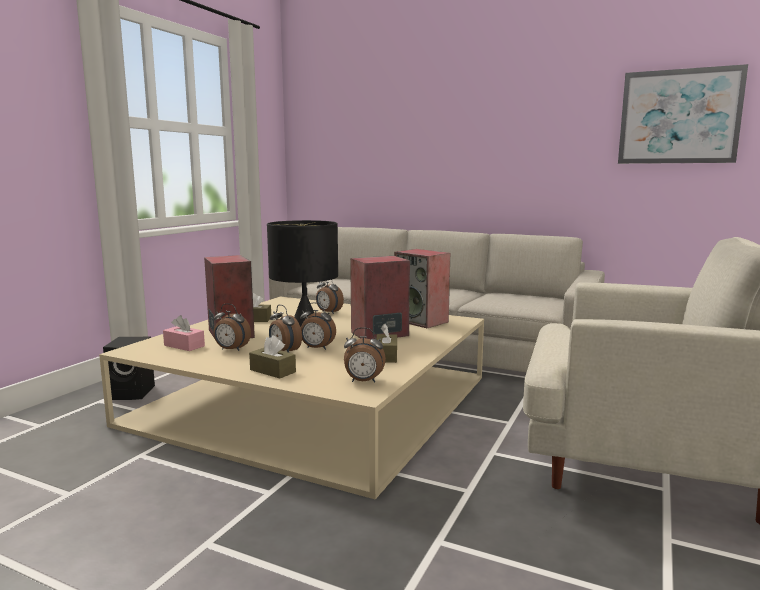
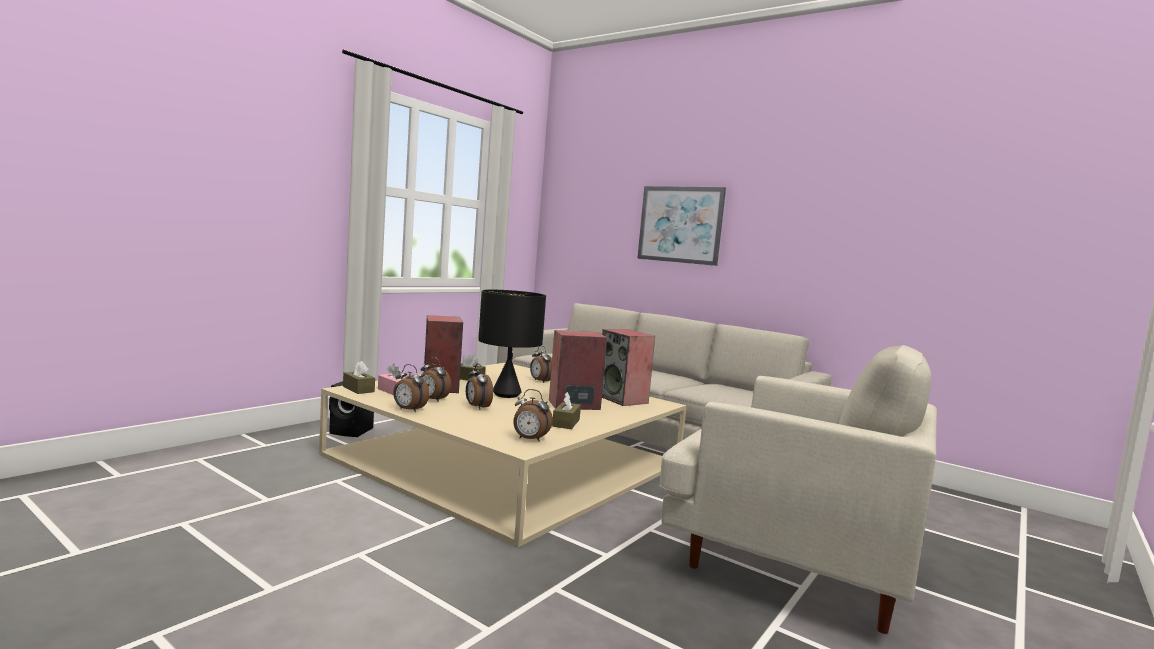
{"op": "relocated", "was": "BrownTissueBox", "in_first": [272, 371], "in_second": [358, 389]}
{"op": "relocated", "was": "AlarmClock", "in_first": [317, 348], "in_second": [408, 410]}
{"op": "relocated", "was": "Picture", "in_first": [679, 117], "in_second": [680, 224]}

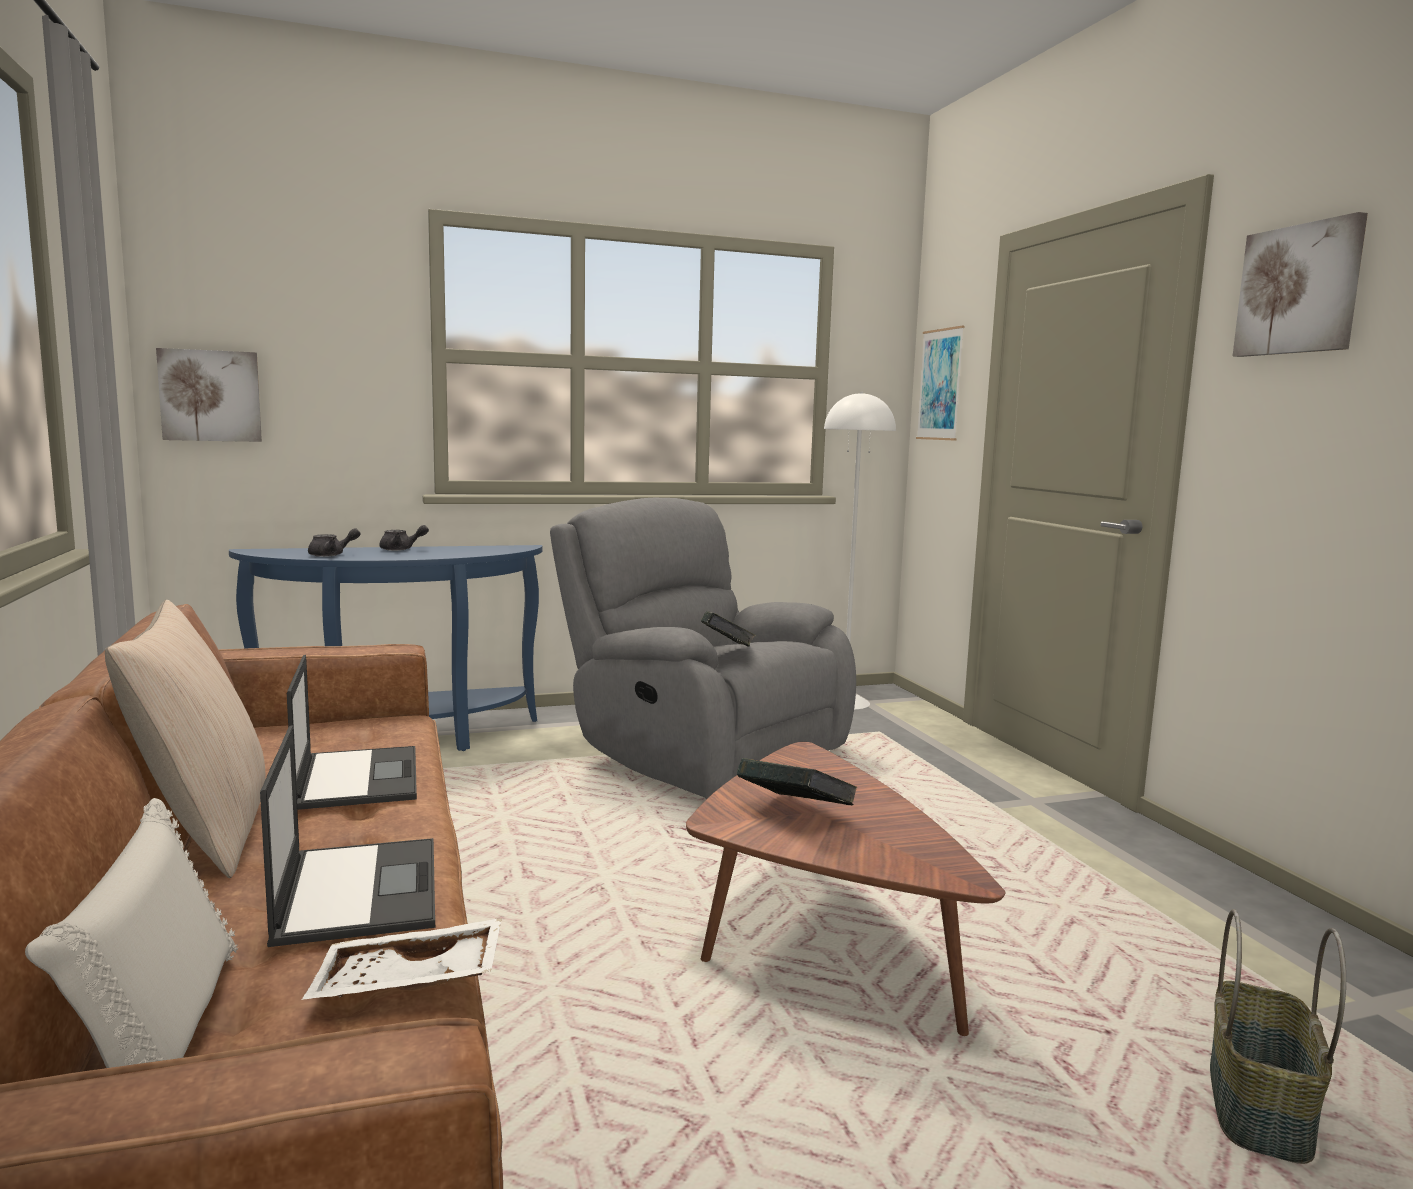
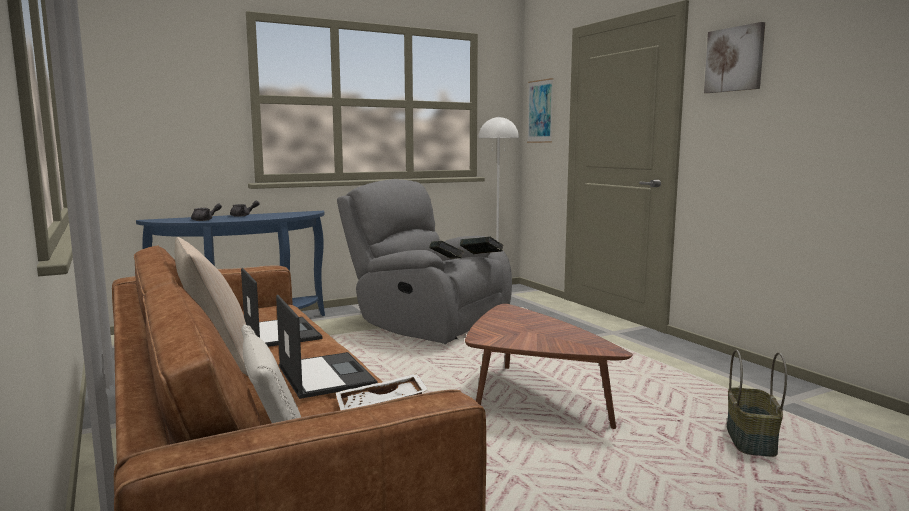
{"op": "missing", "was": "Picture", "in_first": [210, 396]}
{"op": "relocated", "was": "Book", "in_first": [794, 813], "in_second": [481, 257]}

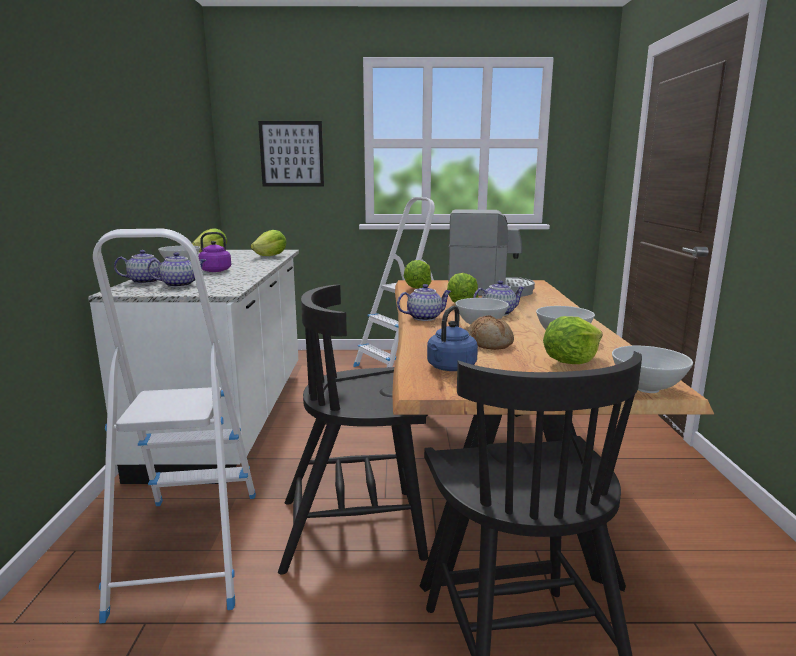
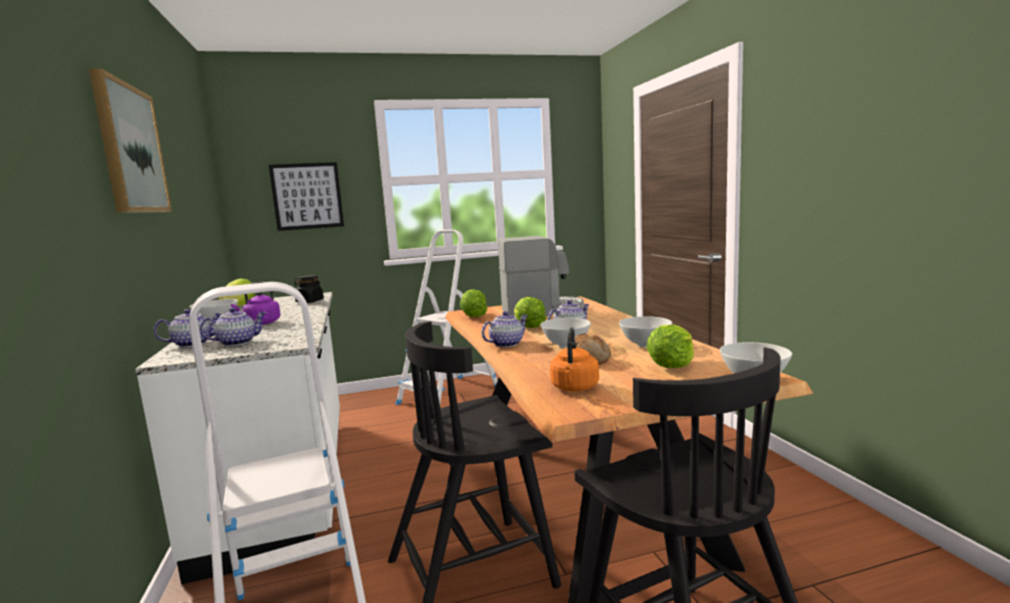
{"op": "exchanged", "was": "Lettuce", "now": "BlackJar", "in_first": [271, 256], "in_second": [309, 301]}
{"op": "colour", "was": "BlueKettle", "now": "OrangeKettle", "in_first": [450, 368], "in_second": [574, 388]}
{"op": "appeared", "now": "Picture", "in_second": [130, 149]}

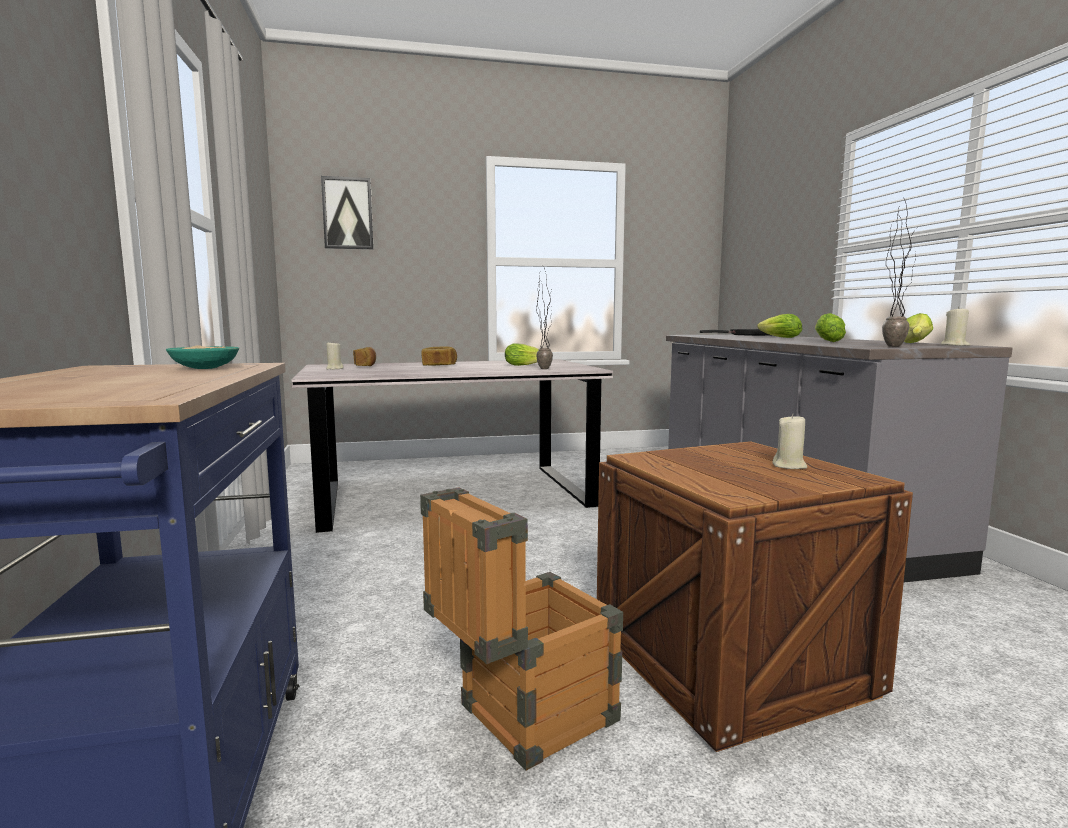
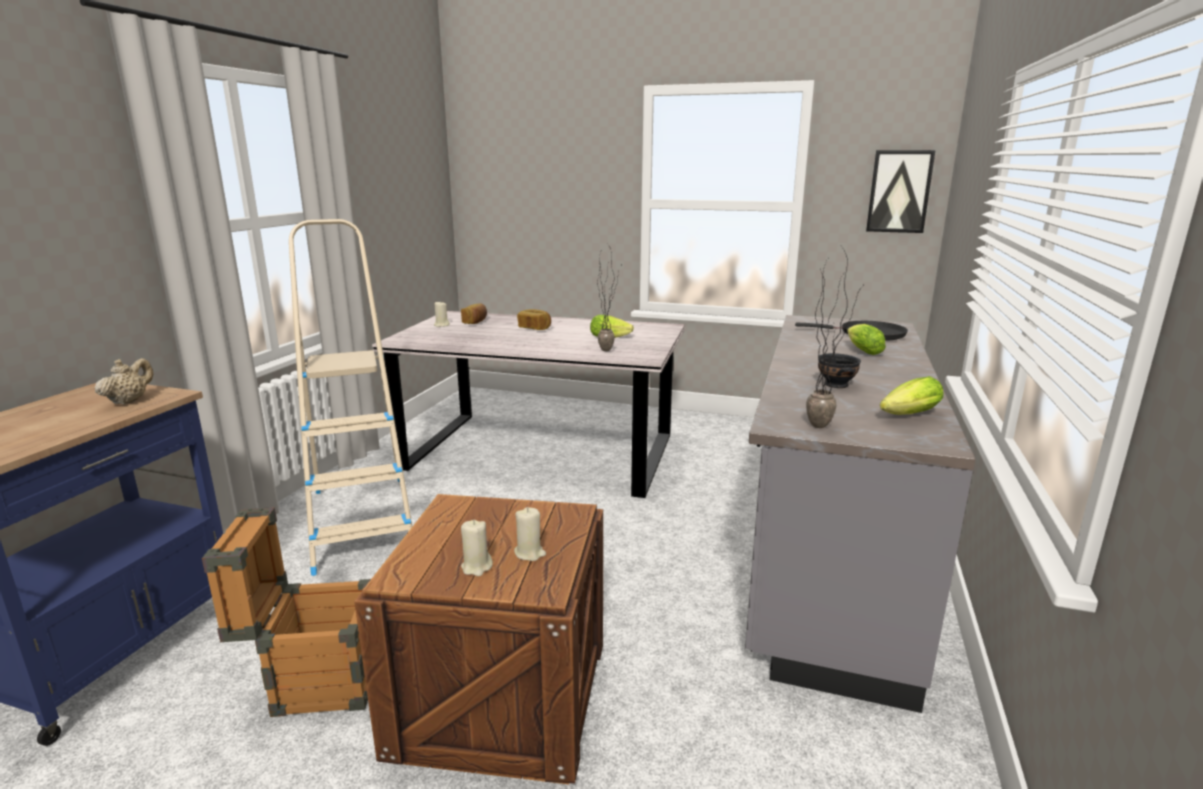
{"op": "exchanged", "was": "TurquoiseBowl", "now": "BeigeTeapot", "in_first": [204, 368], "in_second": [129, 401]}
{"op": "relocated", "was": "Picture", "in_first": [348, 213], "in_second": [899, 191]}
{"op": "exchanged", "was": "Lettuce", "now": "BlackBowl", "in_first": [826, 341], "in_second": [836, 385]}
{"op": "relocated", "was": "BeigeCandle", "in_first": [954, 345], "in_second": [476, 567]}
{"op": "appeared", "now": "BeigeStepLadder", "in_second": [362, 521]}

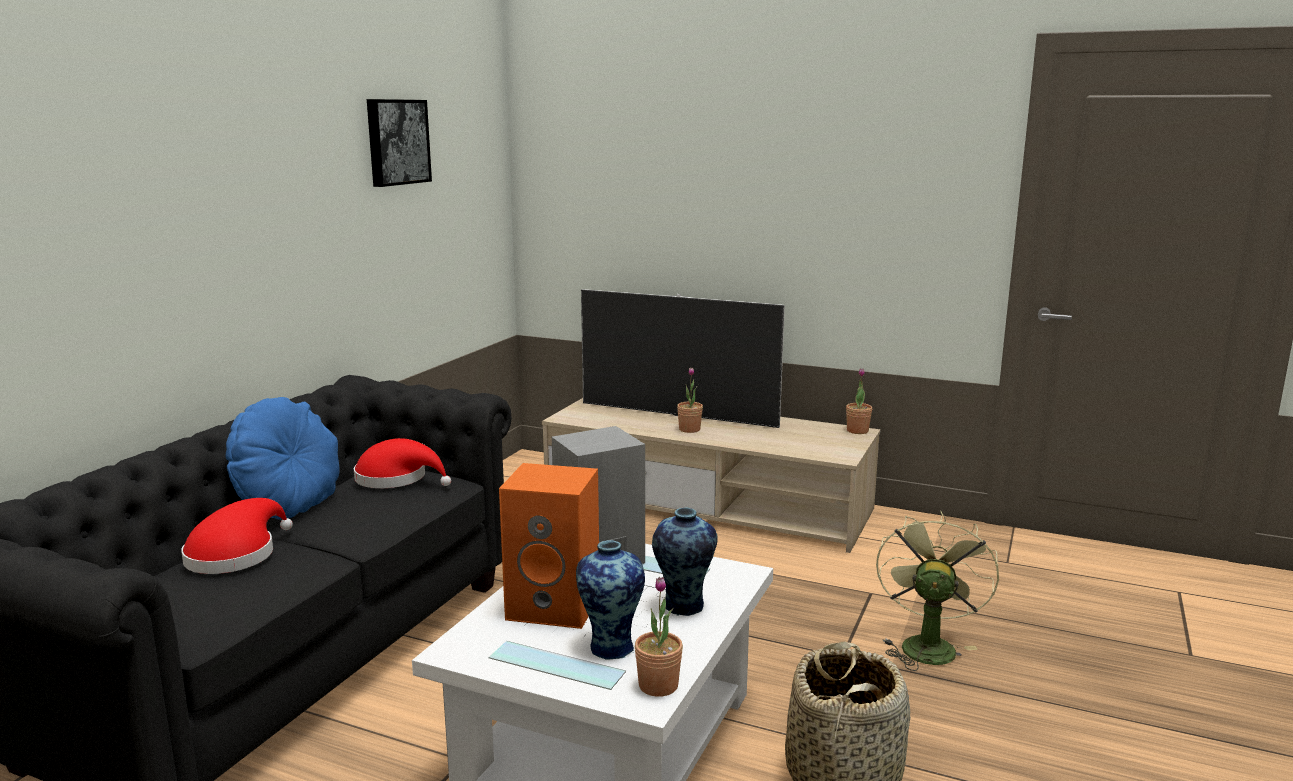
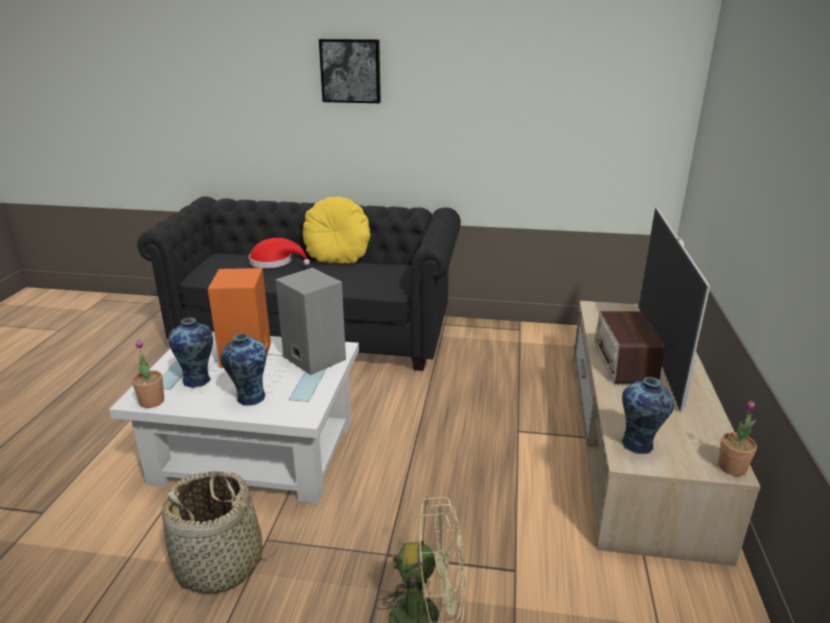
{"op": "colour", "was": "BluePillow", "now": "YellowPillow", "in_first": [290, 509], "in_second": [338, 260]}
{"op": "missing", "was": "RedHat", "in_first": [396, 479]}
{"op": "relocated", "was": "Picture", "in_first": [396, 142], "in_second": [351, 71]}
{"op": "exchanged", "was": "PottedPlant", "now": "Radio", "in_first": [689, 429], "in_second": [624, 363]}
{"op": "appeared", "now": "Vase", "in_second": [639, 445]}

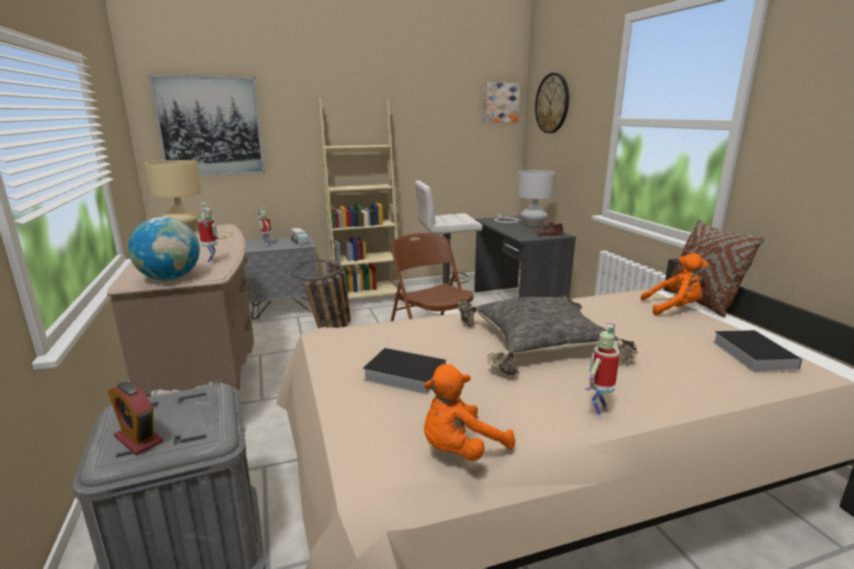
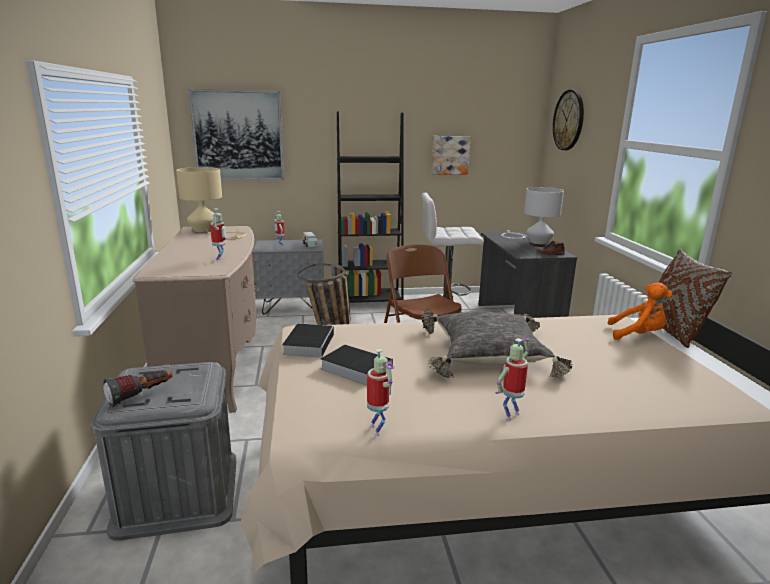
{"op": "exchanged", "was": "AlarmClock", "now": "Flashlight", "in_first": [139, 439], "in_second": [141, 396]}
{"op": "missing", "was": "Globe", "in_first": [170, 278]}
{"op": "colour", "was": "BeigeBookcase", "now": "BlackBookcase", "in_first": [365, 298], "in_second": [370, 303]}
{"op": "exchanged", "was": "OrangePlushToy", "now": "ToyRobot", "in_first": [460, 450], "in_second": [378, 430]}
{"op": "relocated", "was": "Picture", "in_first": [500, 102], "in_second": [450, 155]}
{"op": "relocated", "was": "Book", "in_first": [750, 353], "in_second": [309, 343]}

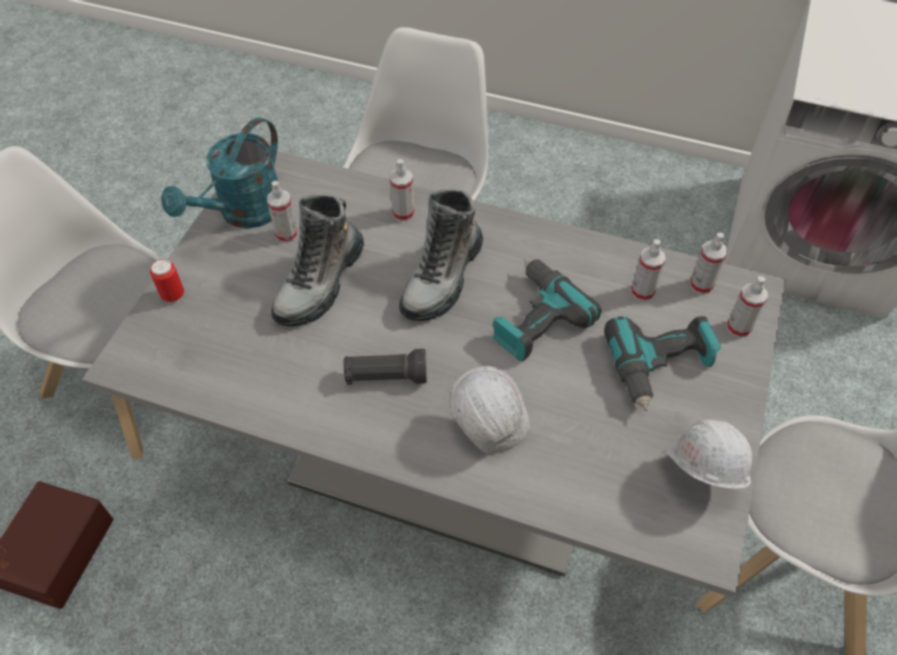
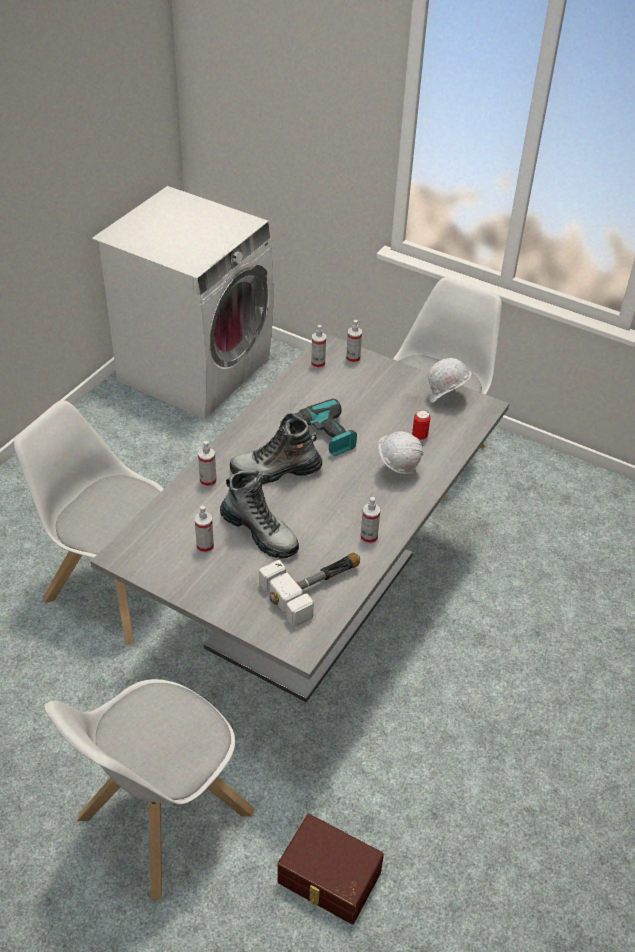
{"op": "relocated", "was": "Can", "in_first": [173, 295], "in_second": [419, 436]}
{"op": "missing", "was": "TurquoiseWateringCan", "in_first": [243, 213]}
{"op": "missing", "was": "BlackFlashlight", "in_first": [385, 376]}
{"op": "spun", "was": "Boot", "in_first": [442, 278], "in_second": [275, 471], "clockwise": 135}
{"op": "missing", "was": "PowerDrill", "in_first": [660, 367]}
{"op": "relocated", "was": "SprayBottle", "in_first": [642, 292], "in_second": [369, 537]}
{"op": "appeared", "now": "Hammer", "in_second": [315, 586]}

